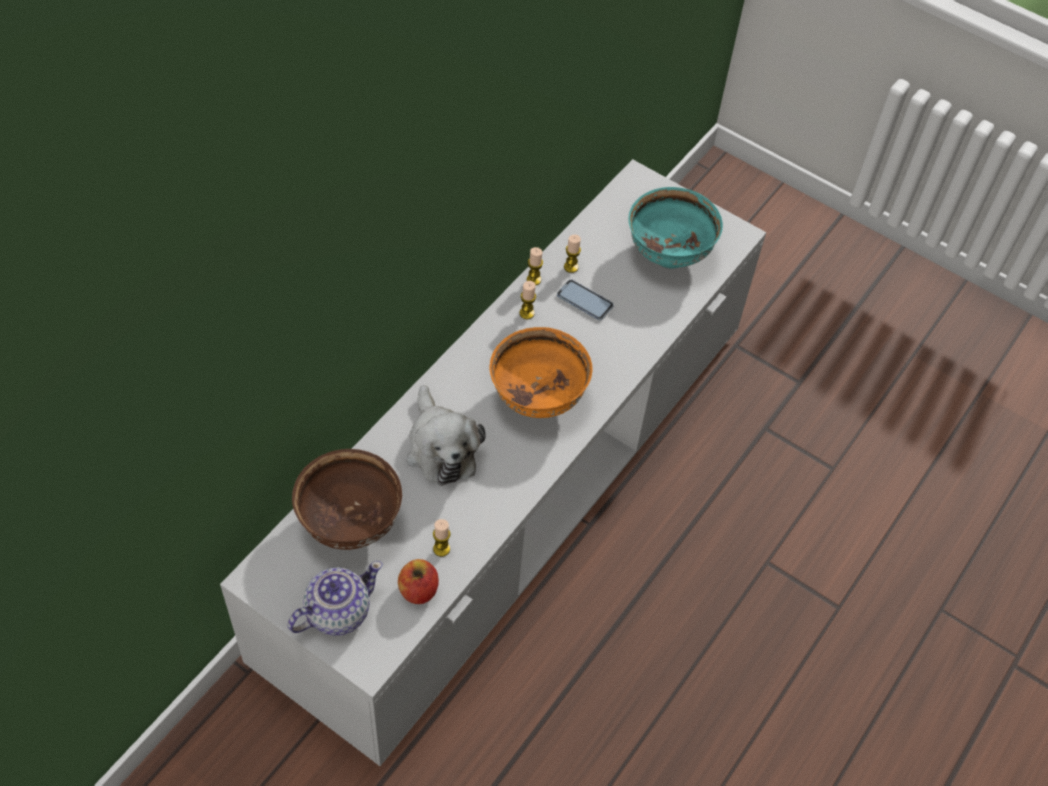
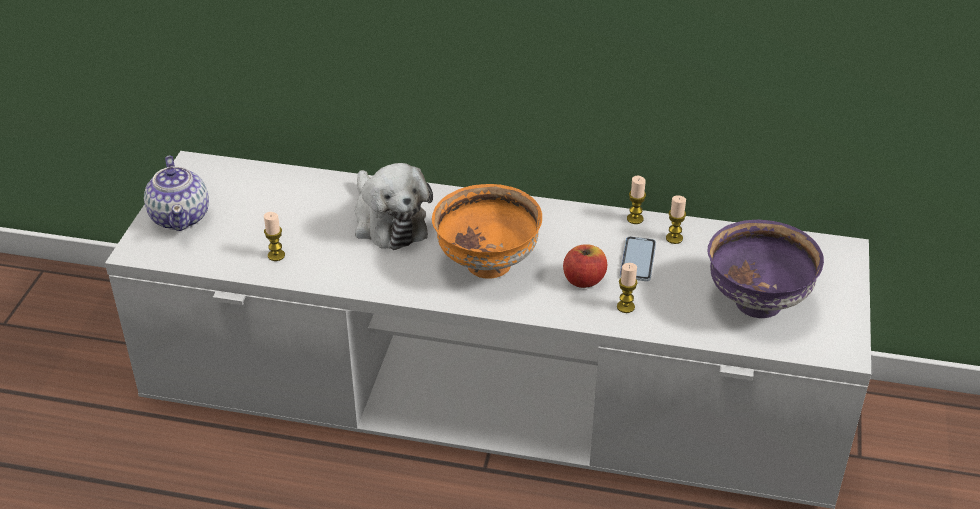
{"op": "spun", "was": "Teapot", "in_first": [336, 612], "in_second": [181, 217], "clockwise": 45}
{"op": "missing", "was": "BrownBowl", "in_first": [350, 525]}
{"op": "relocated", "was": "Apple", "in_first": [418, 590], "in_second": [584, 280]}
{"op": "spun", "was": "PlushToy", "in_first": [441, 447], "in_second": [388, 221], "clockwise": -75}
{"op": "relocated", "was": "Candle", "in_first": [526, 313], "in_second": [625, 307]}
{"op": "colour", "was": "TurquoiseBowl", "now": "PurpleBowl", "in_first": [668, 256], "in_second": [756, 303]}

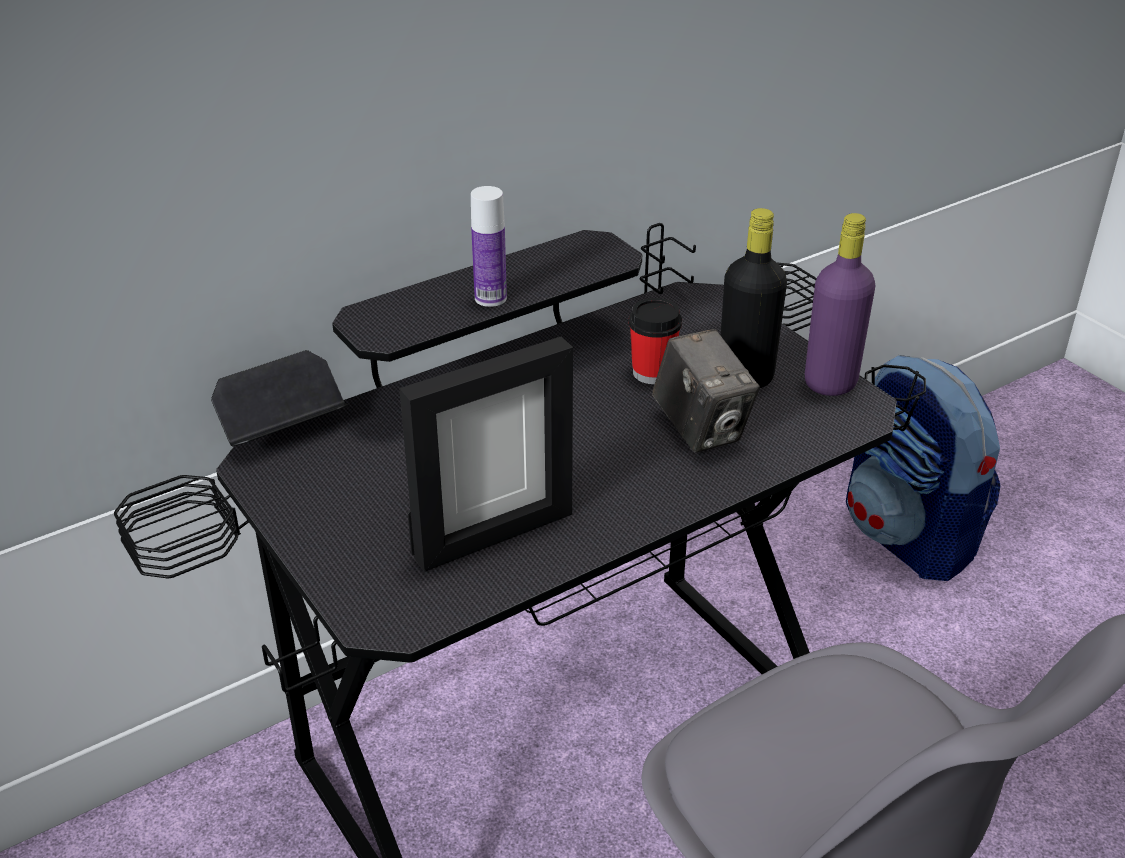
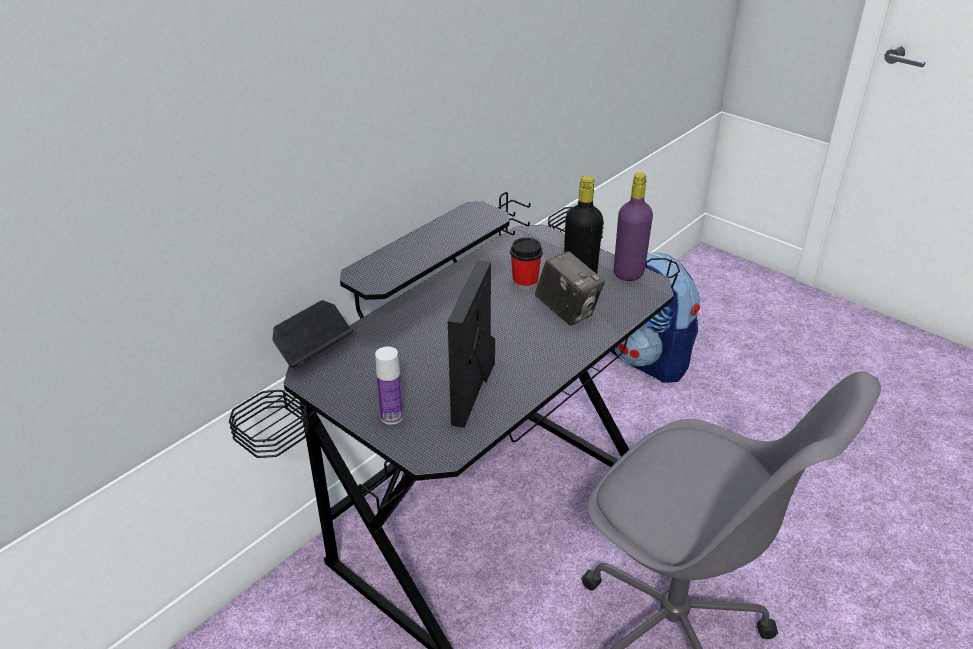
{"op": "spun", "was": "PictureFrame", "in_first": [493, 534], "in_second": [473, 393], "clockwise": 150}
{"op": "relocated", "was": "Bottle", "in_first": [490, 298], "in_second": [392, 416]}

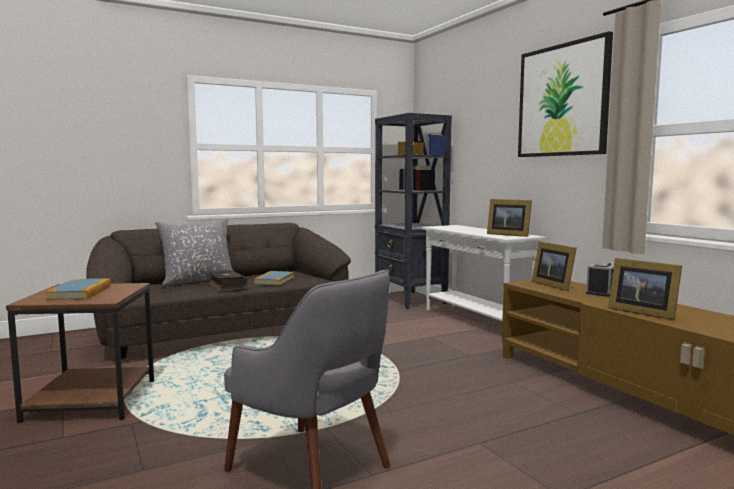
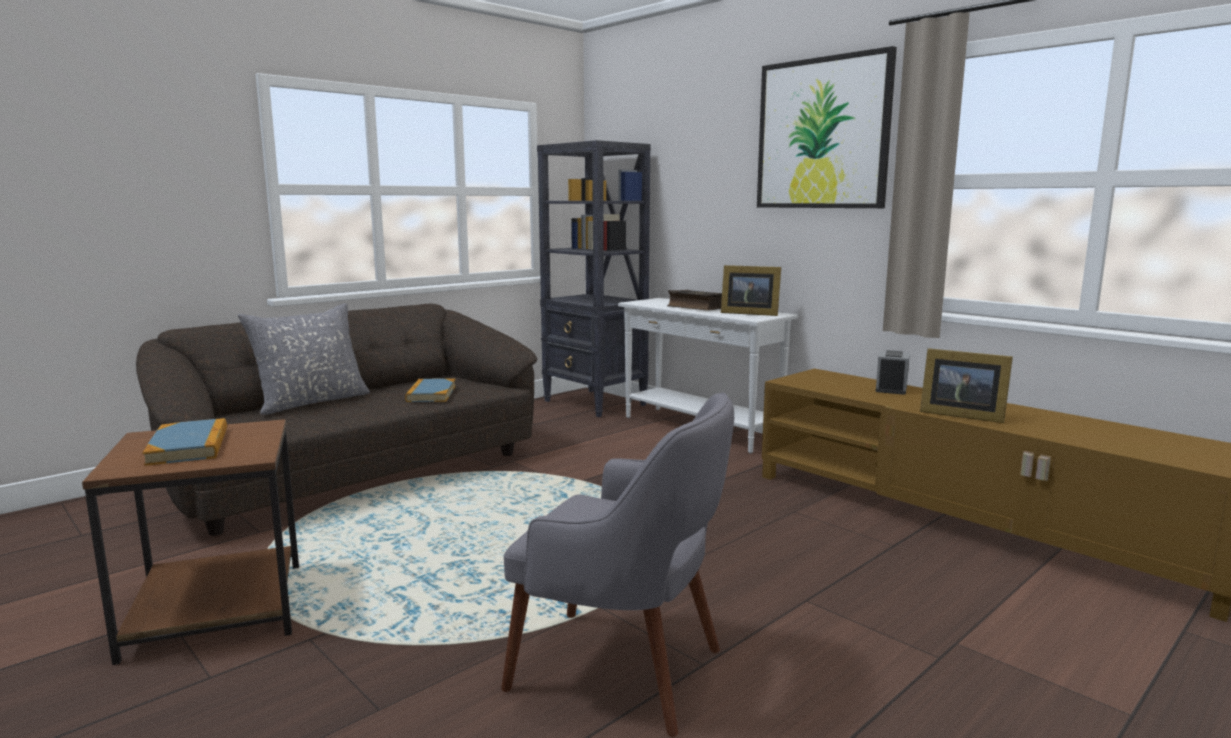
{"op": "relocated", "was": "Book", "in_first": [226, 286], "in_second": [696, 307]}
{"op": "missing", "was": "PictureFrame", "in_first": [553, 285]}

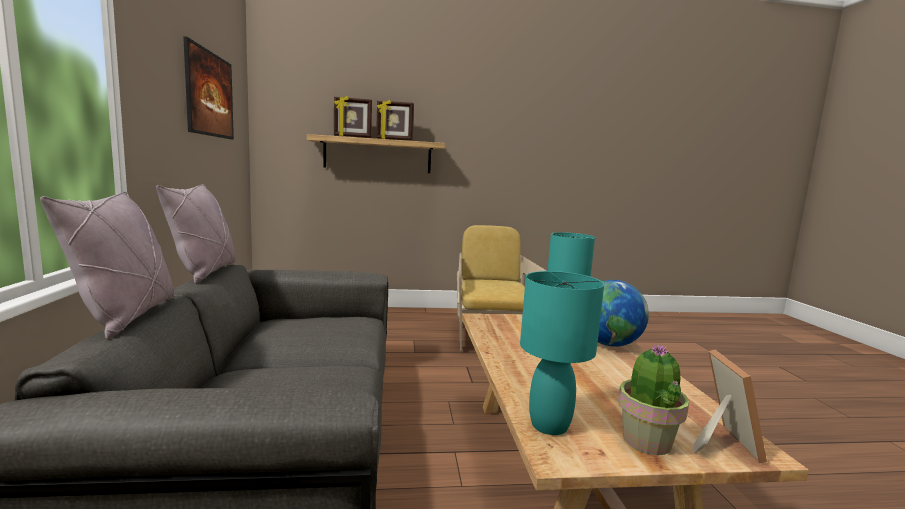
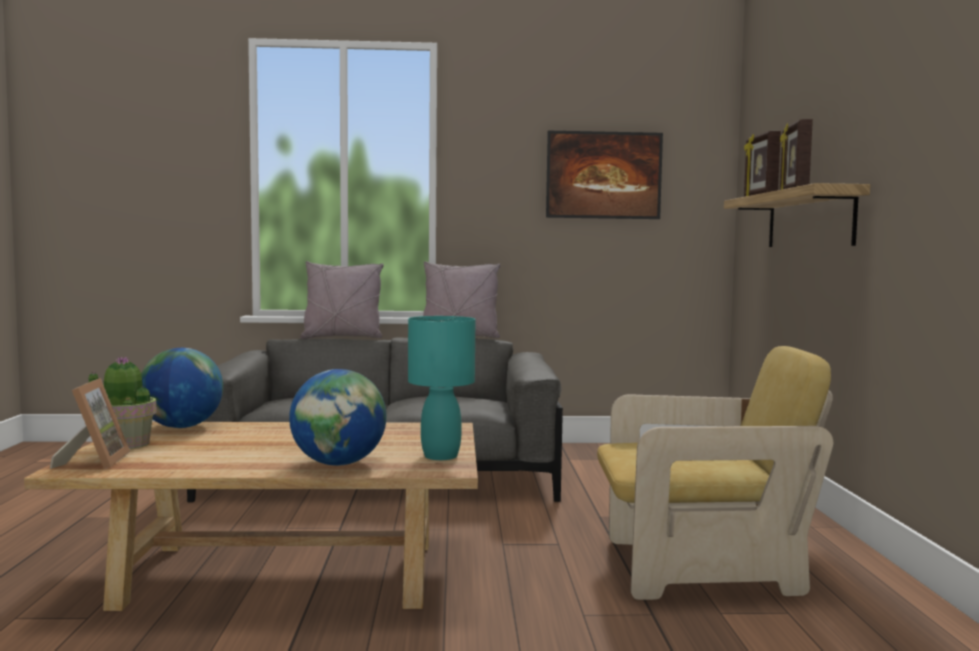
{"op": "exchanged", "was": "TurquoiseTableLamp", "now": "Globe", "in_first": [549, 425], "in_second": [181, 427]}
{"op": "spun", "was": "PictureFrame", "in_first": [720, 442], "in_second": [94, 461], "clockwise": -105}

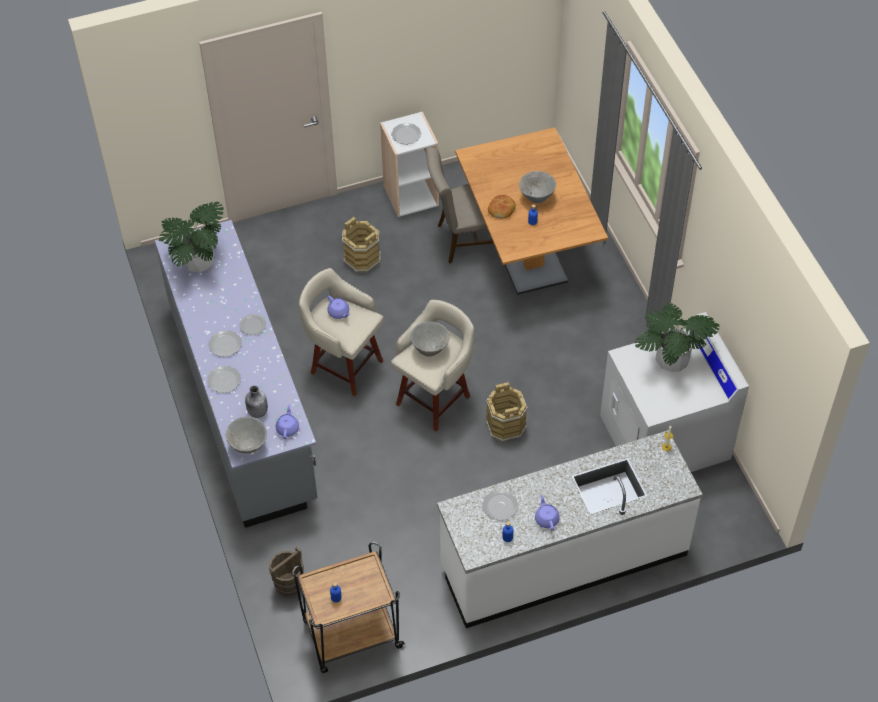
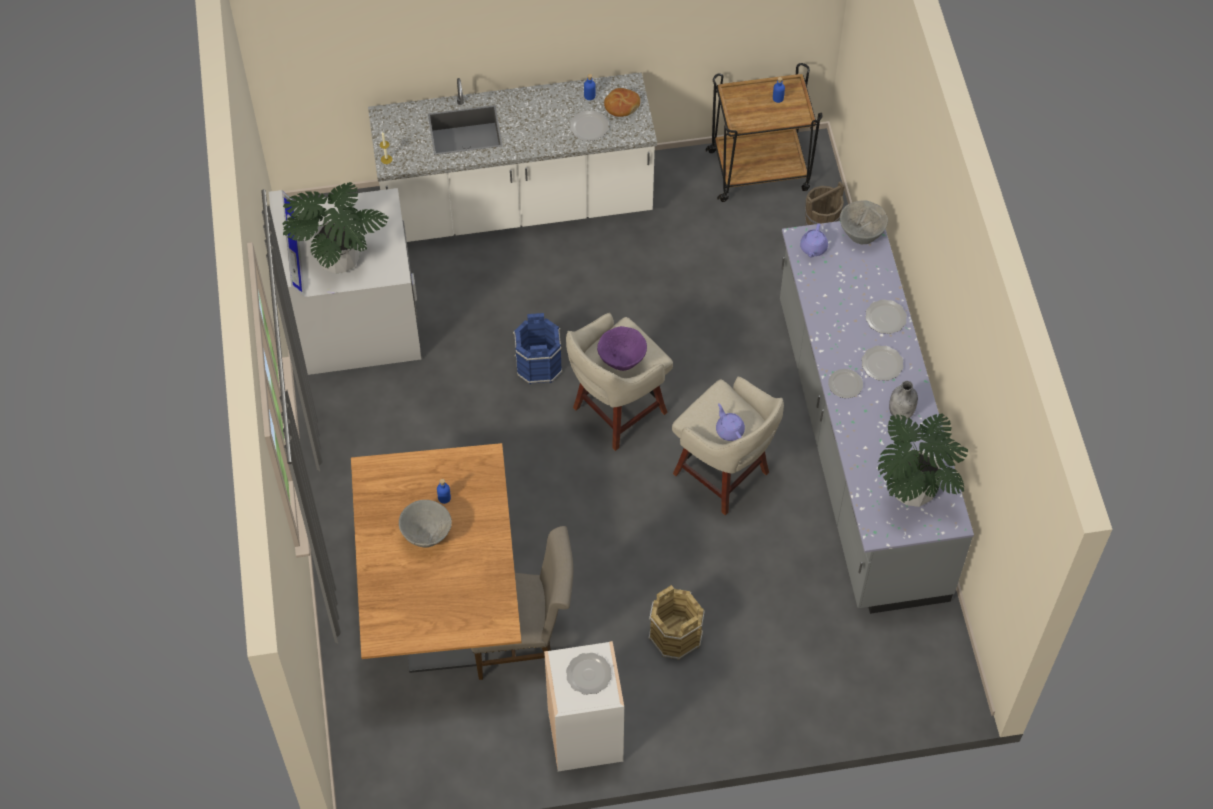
{"op": "relocated", "was": "GreyBottle", "in_first": [257, 412], "in_second": [901, 412]}
{"op": "colour", "was": "GreyBowl", "now": "PurpleBowl", "in_first": [430, 349], "in_second": [621, 361]}
{"op": "colour", "was": "BrownBucket", "now": "BlueBucket", "in_first": [506, 425], "in_second": [538, 365]}
{"op": "relocated", "was": "Bread", "in_first": [502, 210], "in_second": [621, 106]}
{"op": "missing", "was": "PurpleTeapot", "in_first": [546, 519]}

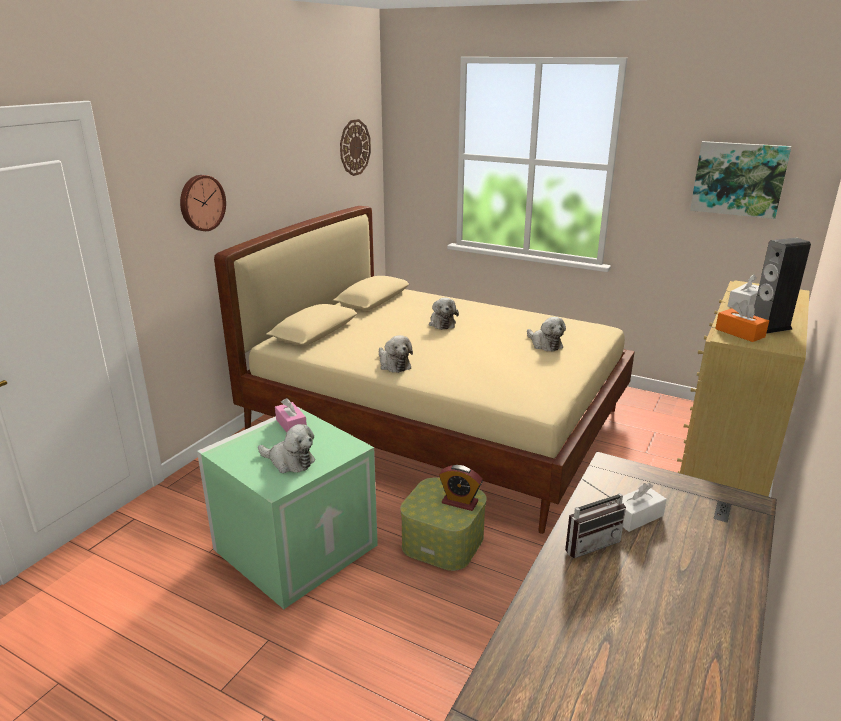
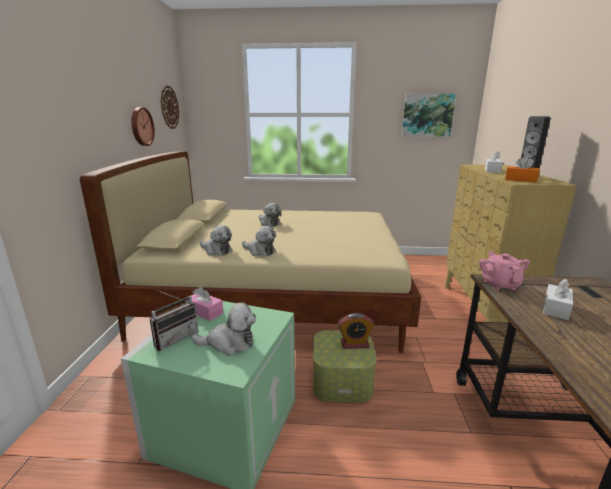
{"op": "relocated", "was": "WallClock", "in_first": [201, 203], "in_second": [141, 126]}
{"op": "relocated", "was": "PlushToy", "in_first": [544, 344], "in_second": [216, 250]}
{"op": "relocated", "was": "Radio", "in_first": [588, 542], "in_second": [174, 337]}
{"op": "appeared", "now": "PinkTeapot", "in_second": [499, 284]}

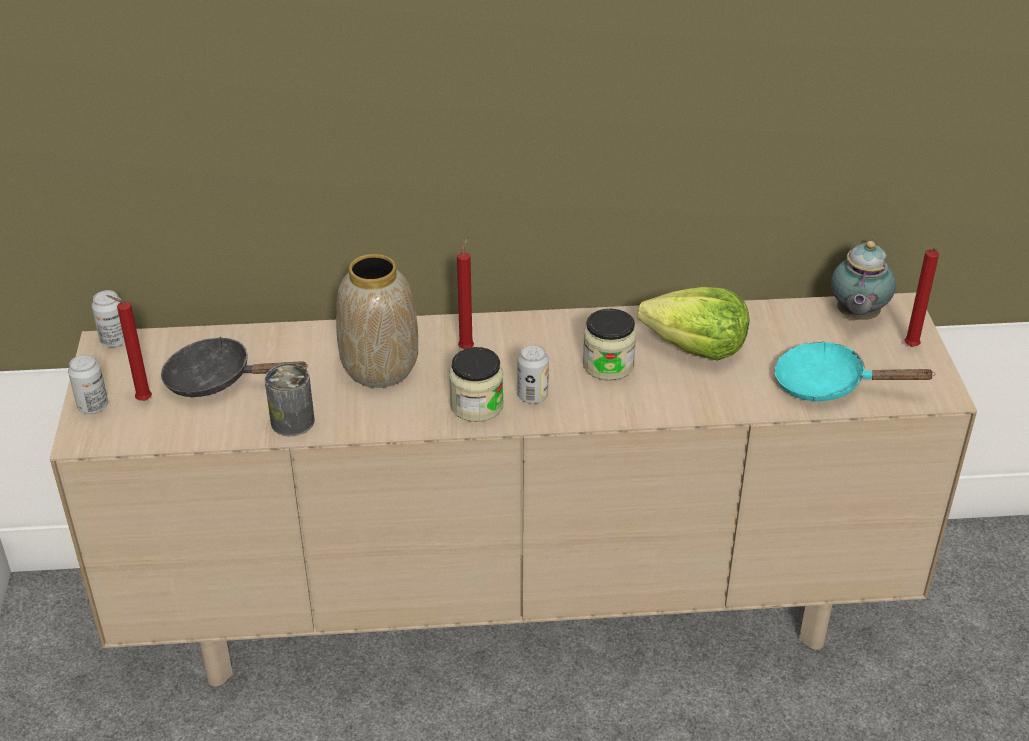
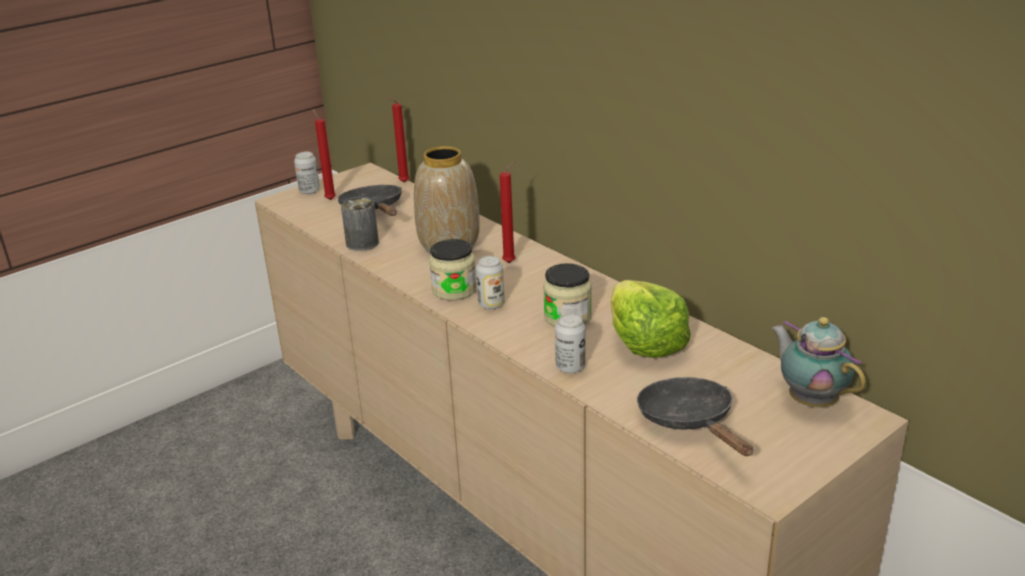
{"op": "relocated", "was": "Can", "in_first": [115, 340], "in_second": [570, 367]}
{"op": "colour", "was": "TurquoiseFryingPan", "now": "BlackFryingPan", "in_first": [828, 384], "in_second": [690, 421]}
{"op": "spun", "was": "Teapot", "in_first": [856, 317], "in_second": [810, 400], "clockwise": 75}
{"op": "relocated", "was": "RedCandle", "in_first": [911, 348], "in_second": [402, 183]}

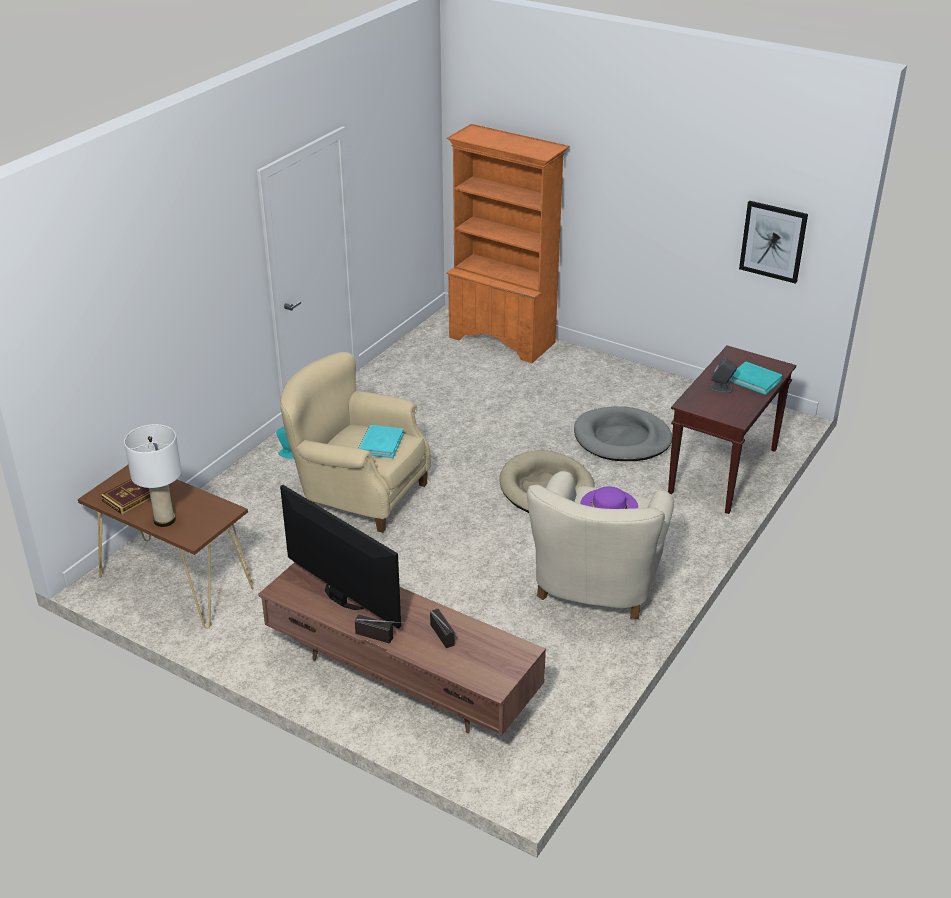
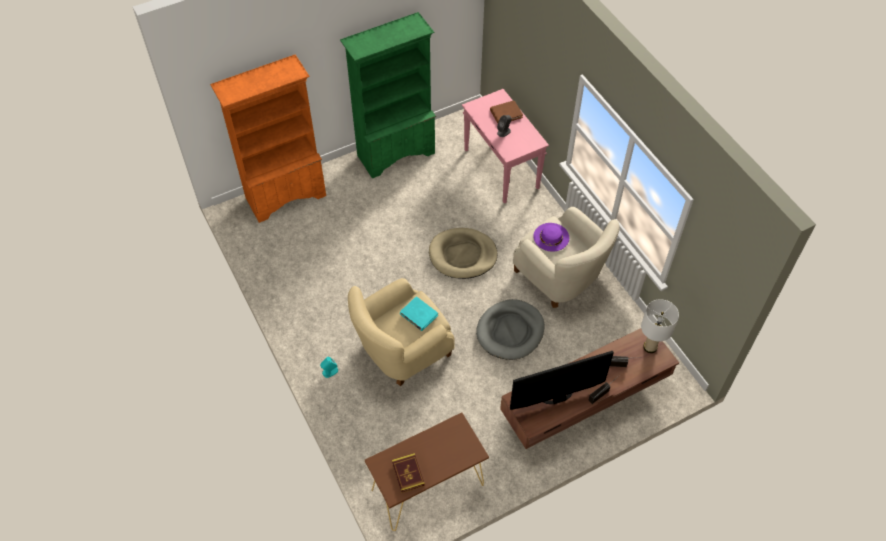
{"op": "relocated", "was": "WhiteTableLamp", "in_first": [164, 520], "in_second": [650, 347]}
{"op": "relocated", "was": "GreyDogBed", "in_first": [622, 439], "in_second": [510, 331]}
{"op": "colour", "was": "BrownConsoleTable", "now": "PinkConsoleTable", "in_first": [723, 472], "in_second": [502, 169]}
{"op": "colour", "was": "TurquoiseBook", "now": "BrownBook", "in_first": [755, 380], "in_second": [506, 113]}
{"op": "missing", "was": "Picture", "in_first": [773, 241]}
{"op": "appeared", "now": "GreenBookcase", "in_second": [396, 153]}

